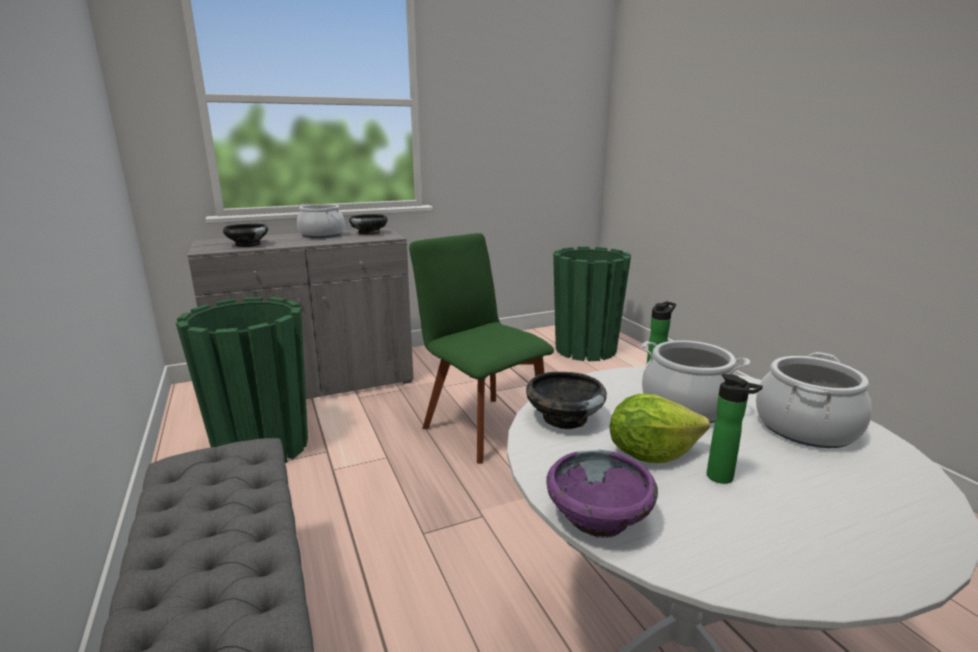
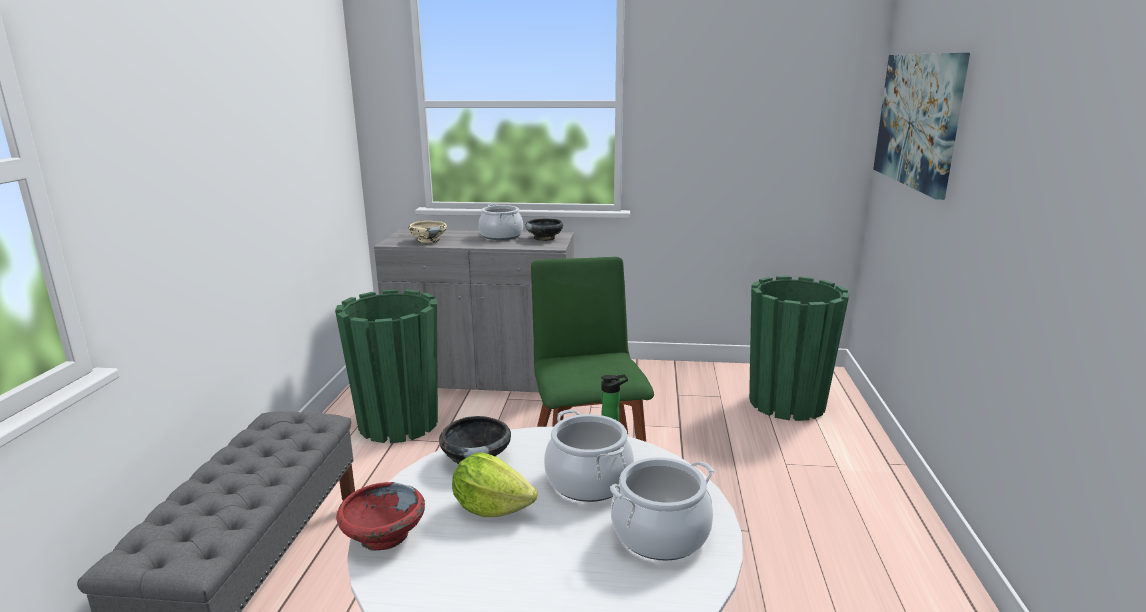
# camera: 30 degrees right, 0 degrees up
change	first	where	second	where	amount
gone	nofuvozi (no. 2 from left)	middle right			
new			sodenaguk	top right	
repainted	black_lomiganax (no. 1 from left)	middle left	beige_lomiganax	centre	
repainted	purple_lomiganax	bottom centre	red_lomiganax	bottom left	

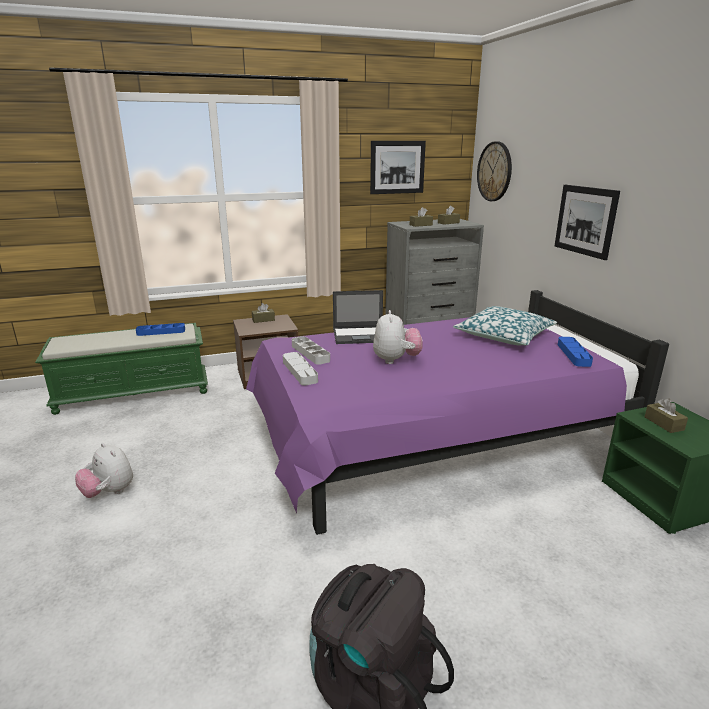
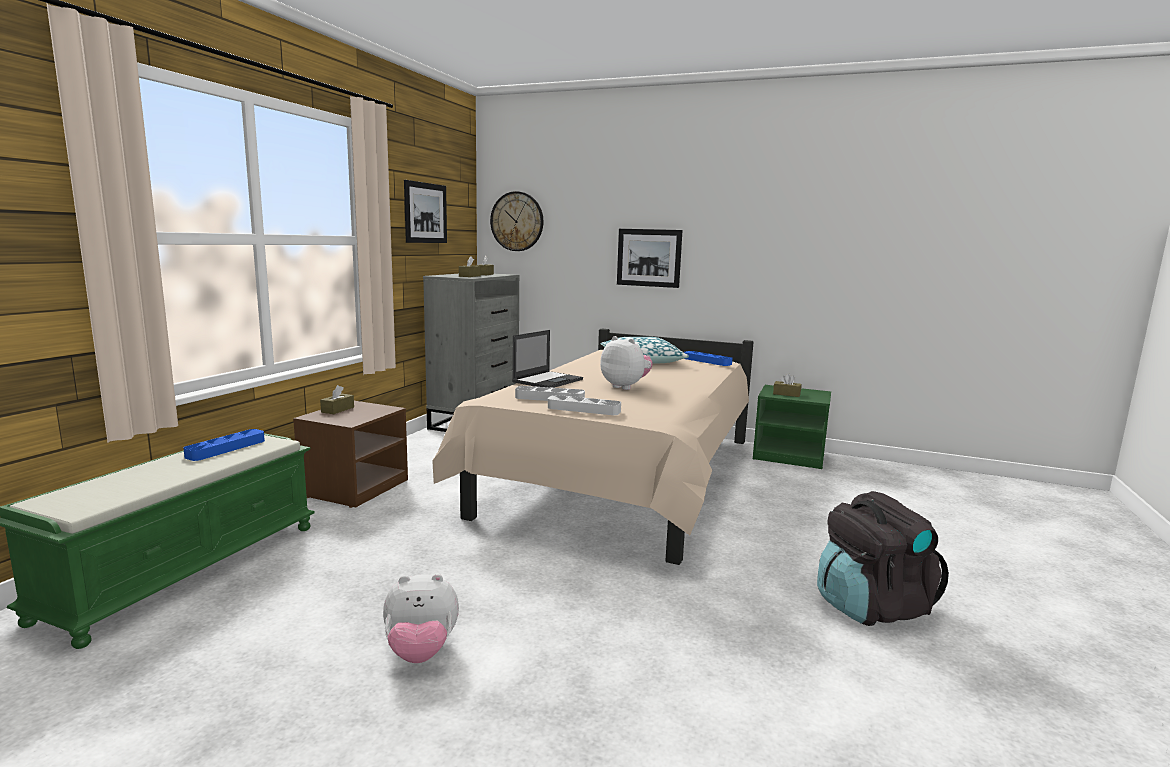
# camera: 50 degrees left, 10 degrees down
change	first	where	second	where	amount
repainted	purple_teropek	centre	beige_teropek	centre	

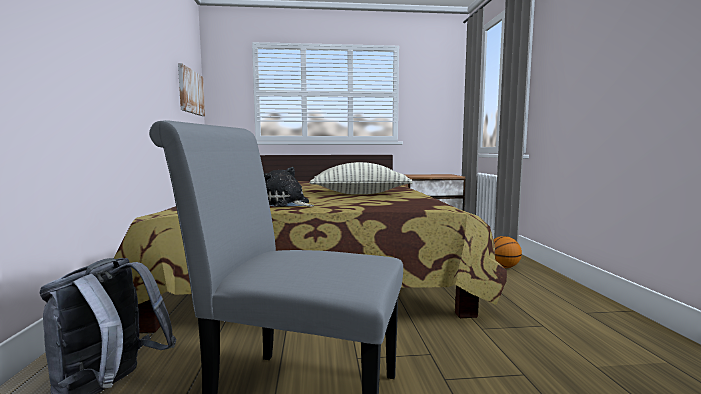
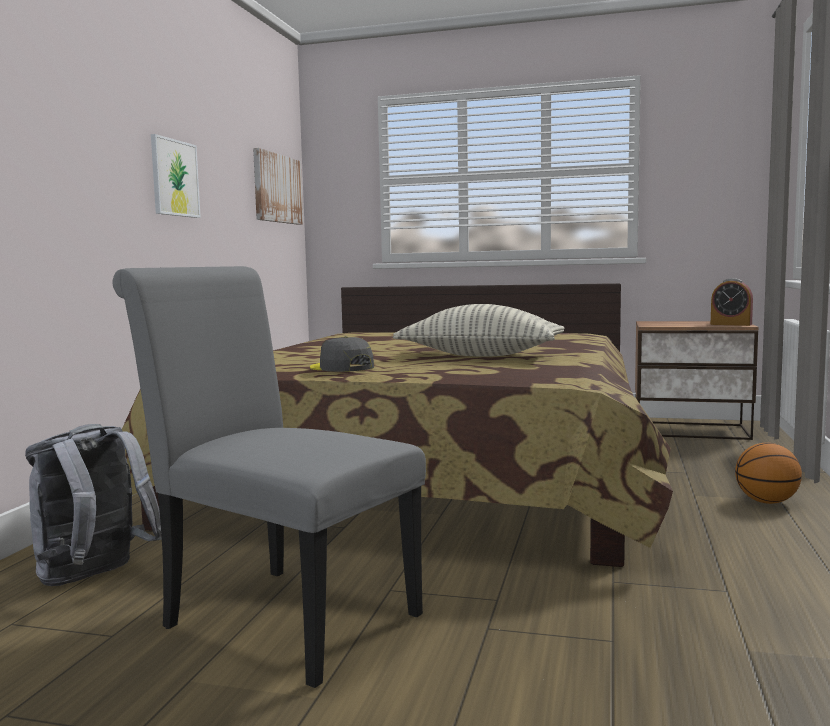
# camera: 20 degrees right, 0 degrees up
change	first	where	second	where	amount
new			sodenaguk (no. 1 from left)	top left	
new			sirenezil	middle right	
swapped	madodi	centre	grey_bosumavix	centre	

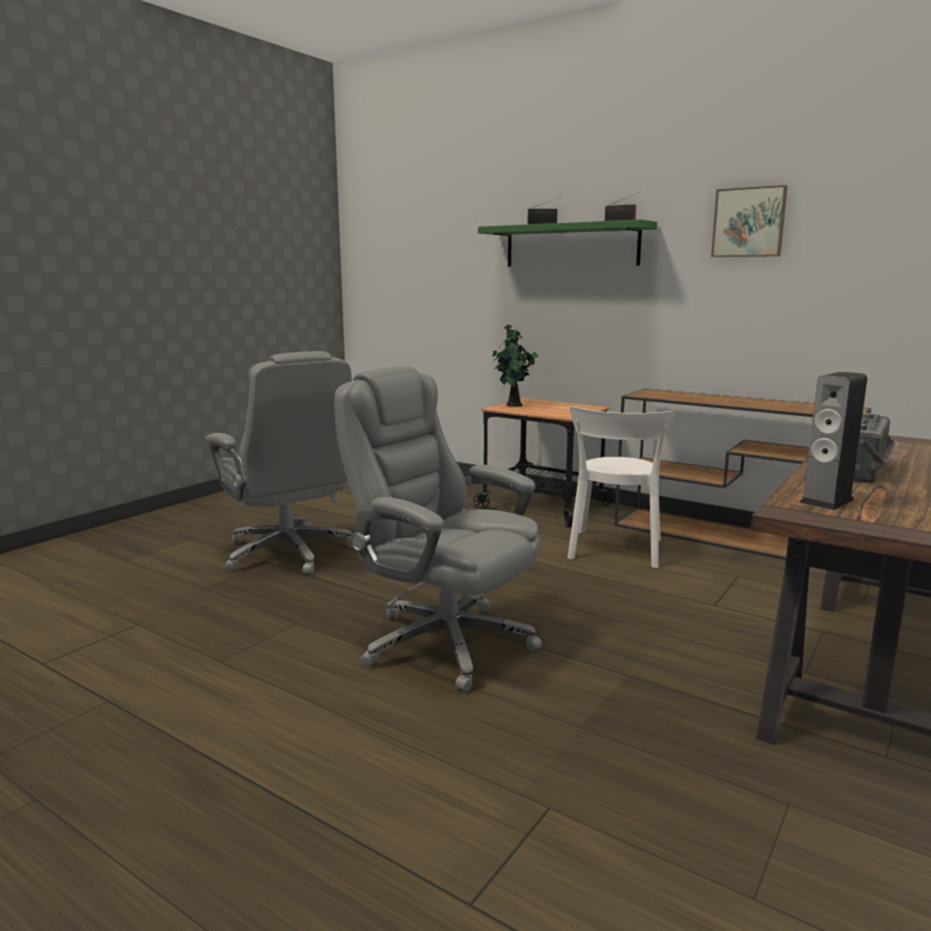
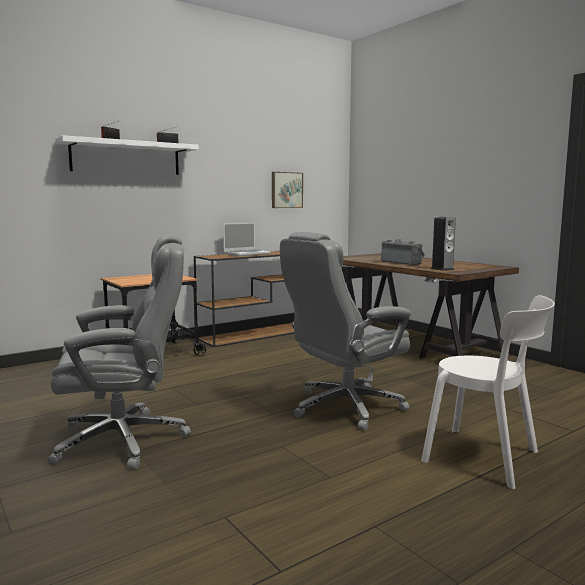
# camera: 70 degrees left, 5 degrees down
change	first	where	second	where	amount
gone	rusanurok	centre			
new			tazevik	centre	
shifted	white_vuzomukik	middle right		bottom right	
shifted	sodenaguk	top right		top centre	
repainted	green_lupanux	top centre	white_lupanux	top left	

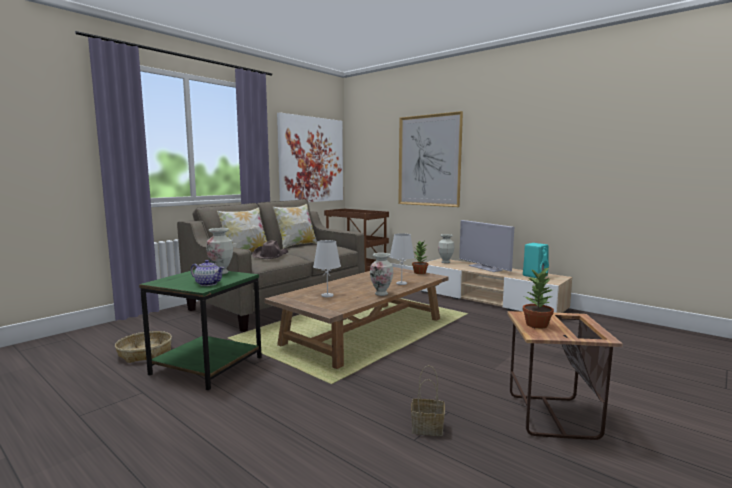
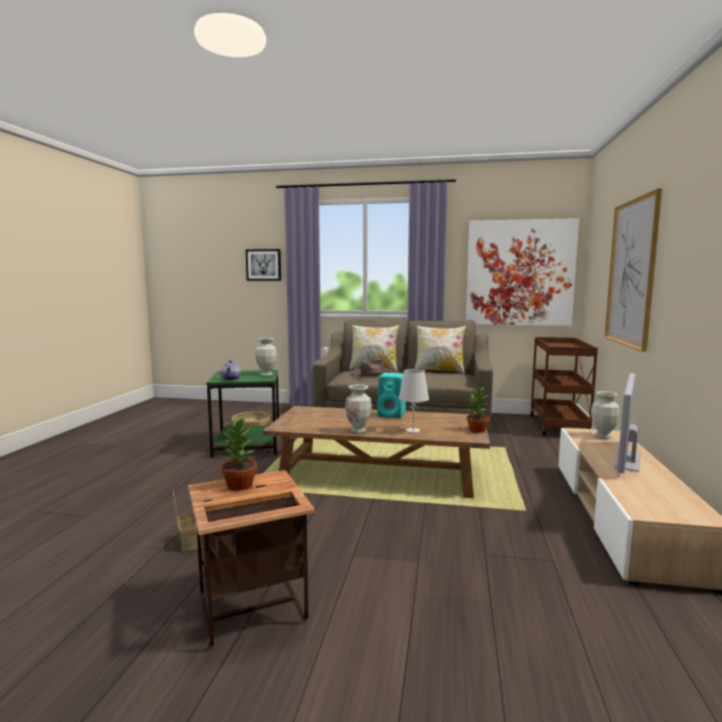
# camera: 60 degrees right, 0 degrees up
change	first	where	second	where	amount
gone	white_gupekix (no. 1 from left)	centre			
new			sodenaguk (no. 1 from left)	centre	
shifted	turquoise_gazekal	middle right		centre	

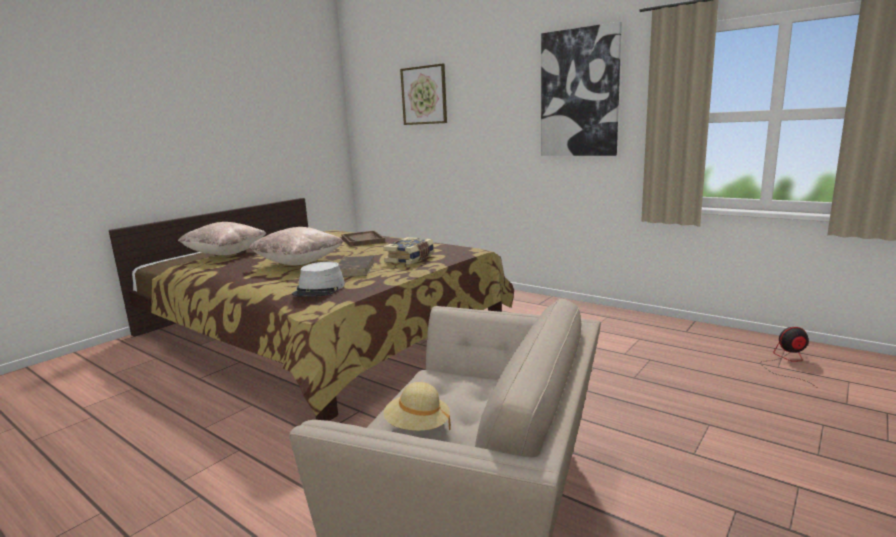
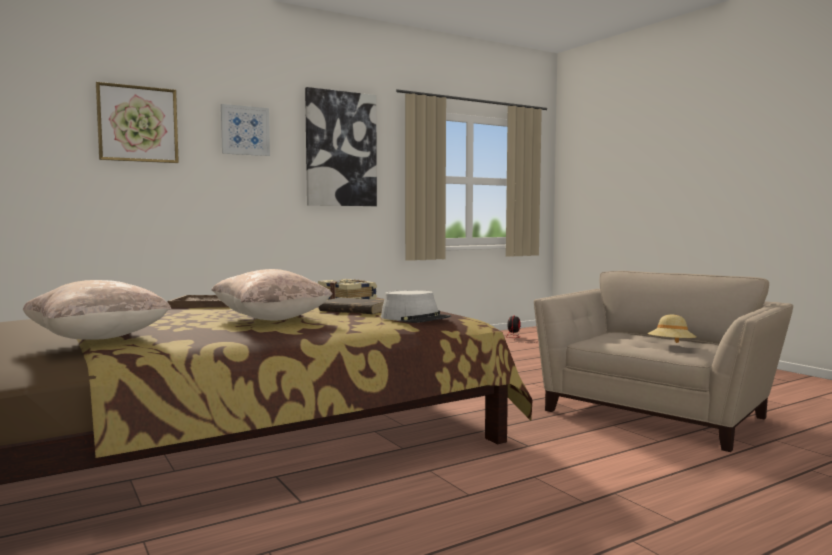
# camera: 70 degrees left, 10 degrees down
change	first	where	second	where	amount
new			sodenaguk (no. 2 from left)	top left	

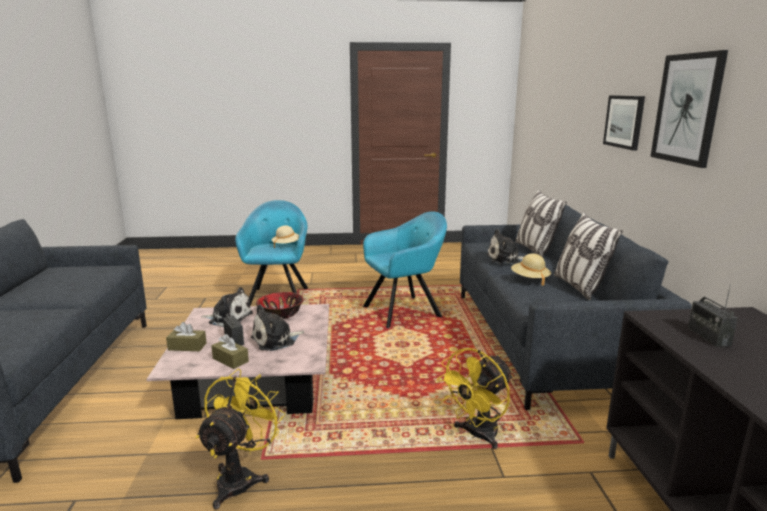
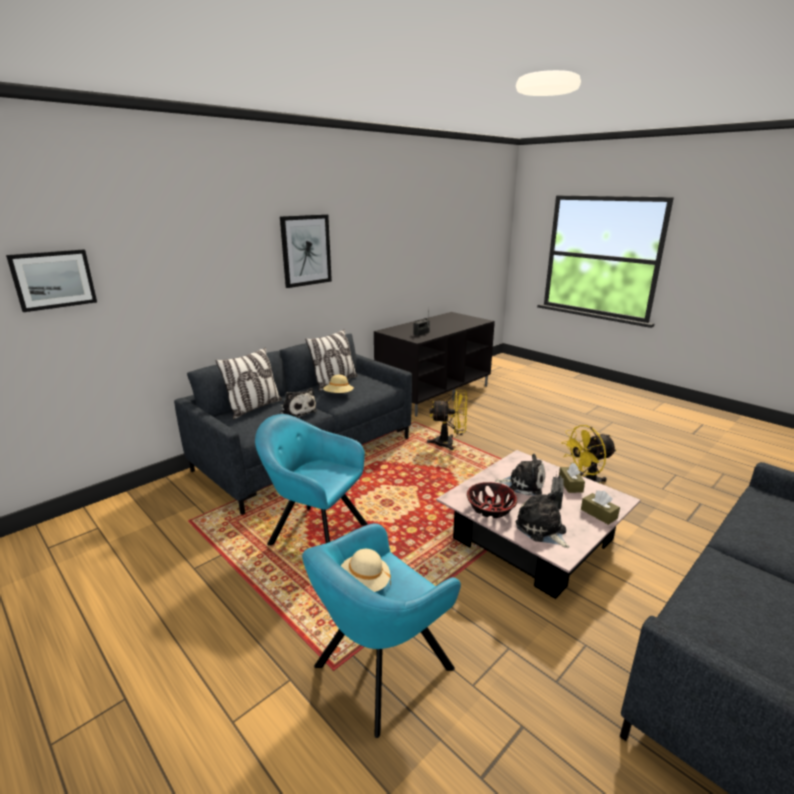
# camera: 130 degrees left, 5 degrees up
change	first	where	second	where	amount
shifted	sodenaguk (no. 1 from left)	top right		middle left	

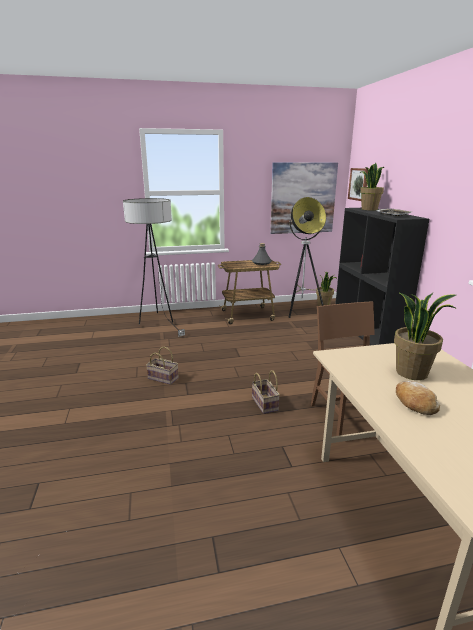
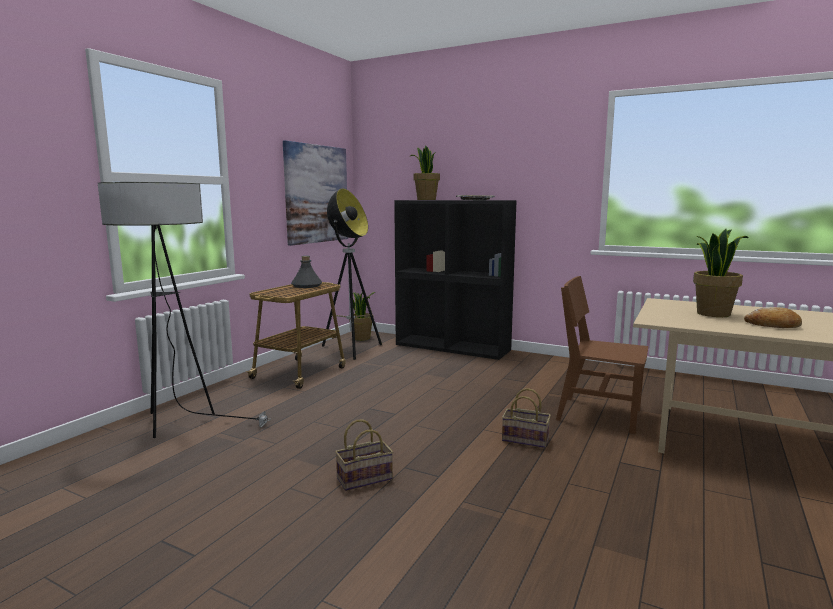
# camera: 50 degrees left, 10 degrees down
change	first	where	second	where	amount
gone	sodenaguk (no. 2 from left)	top right			

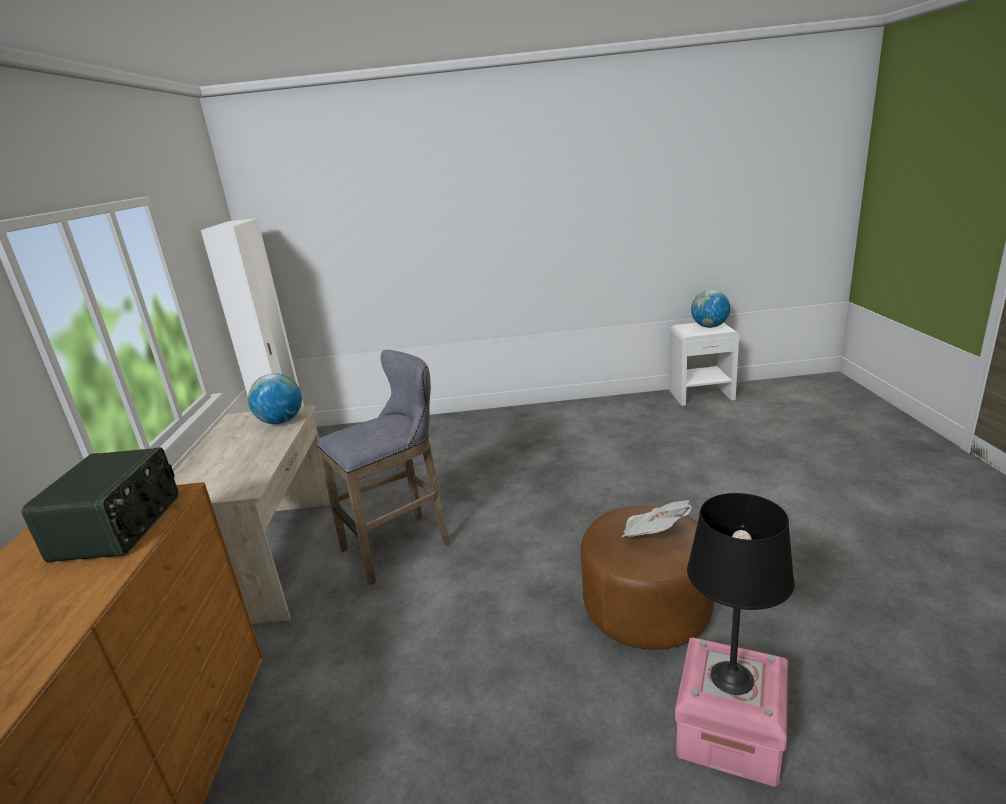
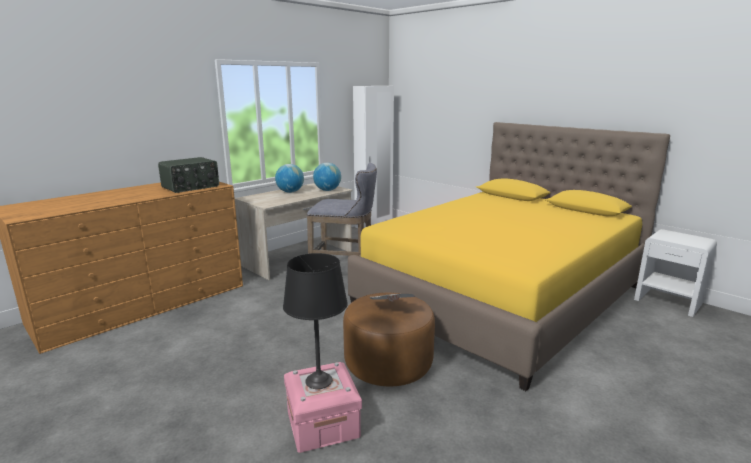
# camera: 45 degrees right, 5 degrees down
change	first	where	second	where	amount
new			yellow_teropek	middle right	
shifted	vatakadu (no. 2 from left in the first image)	middle right	vatakadu (no. 1 from left)	centre	

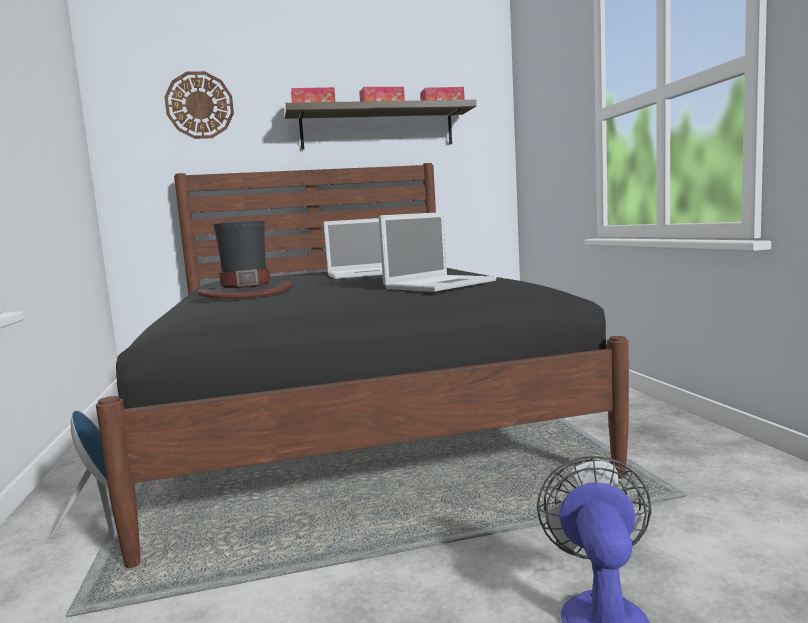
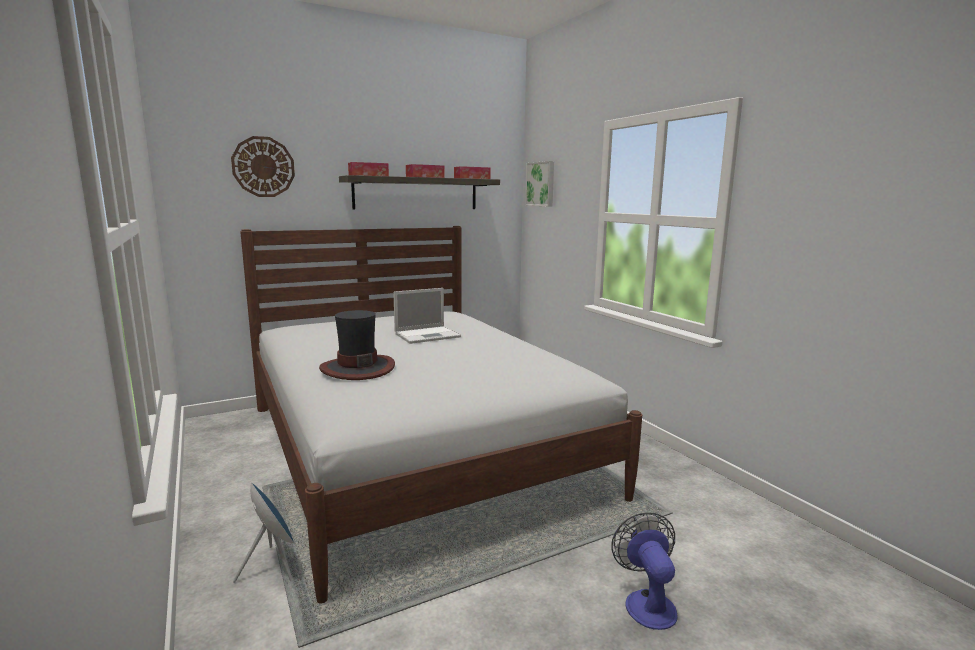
# camera: 15 degrees left, 5 degrees up
change	first	where	second	where	amount
gone	tazevik (no. 2 from left)	centre			
new			sodenaguk	top centre	
repainted	black_teropek	centre	white_teropek	centre	

